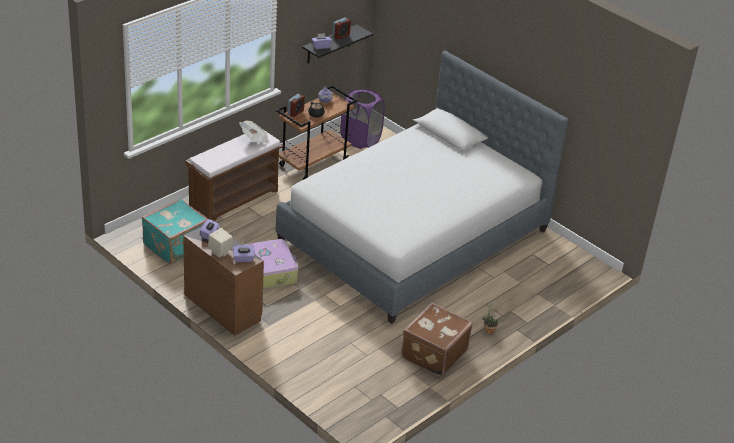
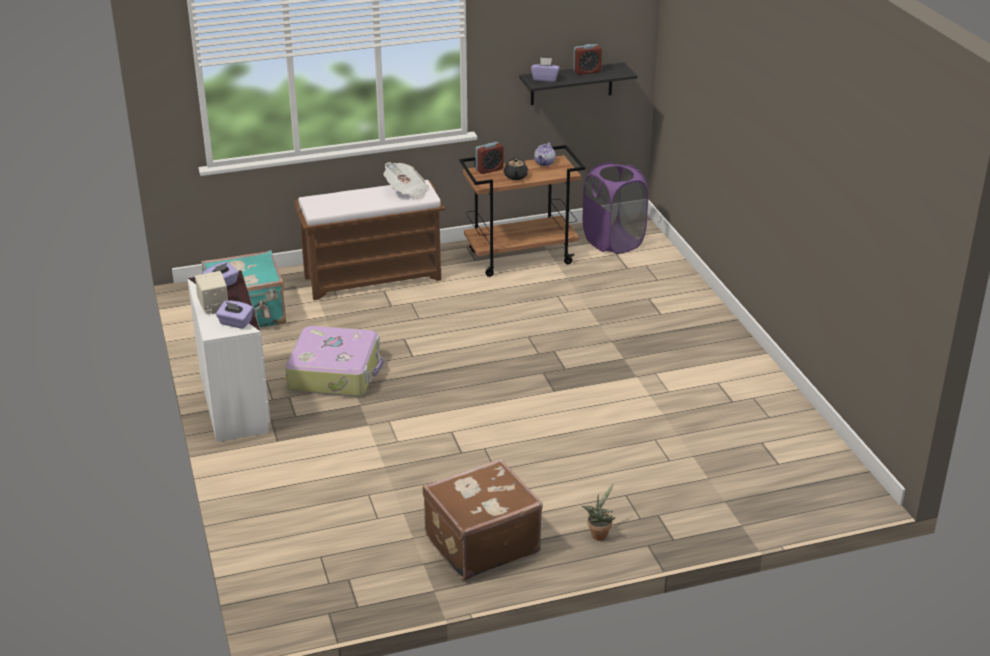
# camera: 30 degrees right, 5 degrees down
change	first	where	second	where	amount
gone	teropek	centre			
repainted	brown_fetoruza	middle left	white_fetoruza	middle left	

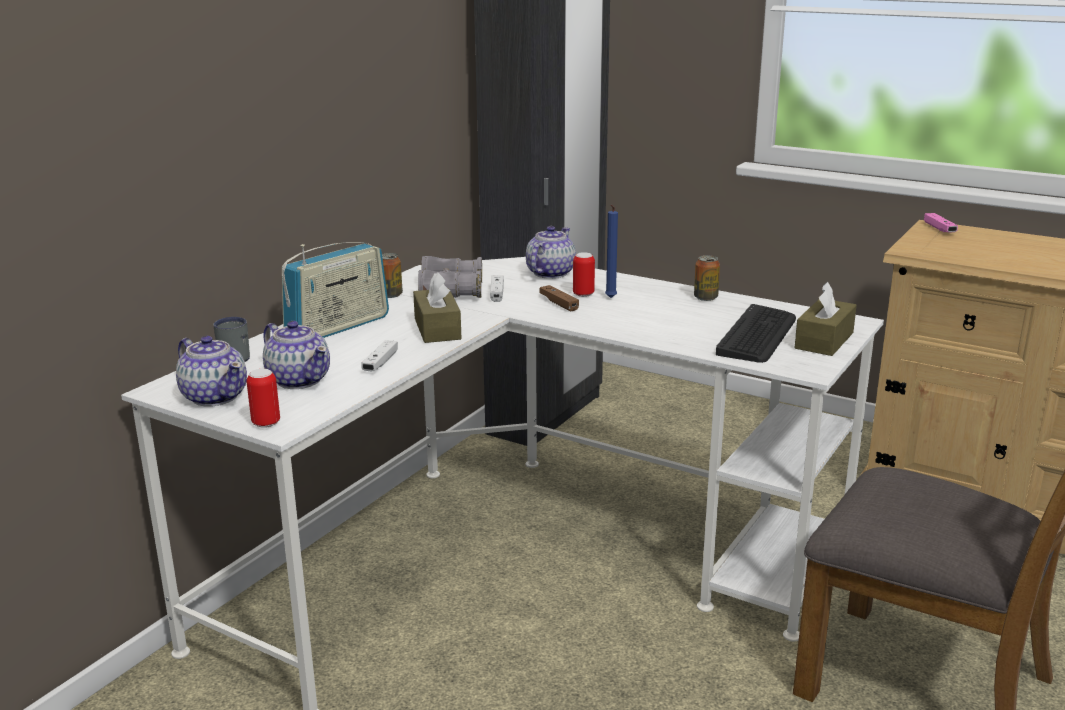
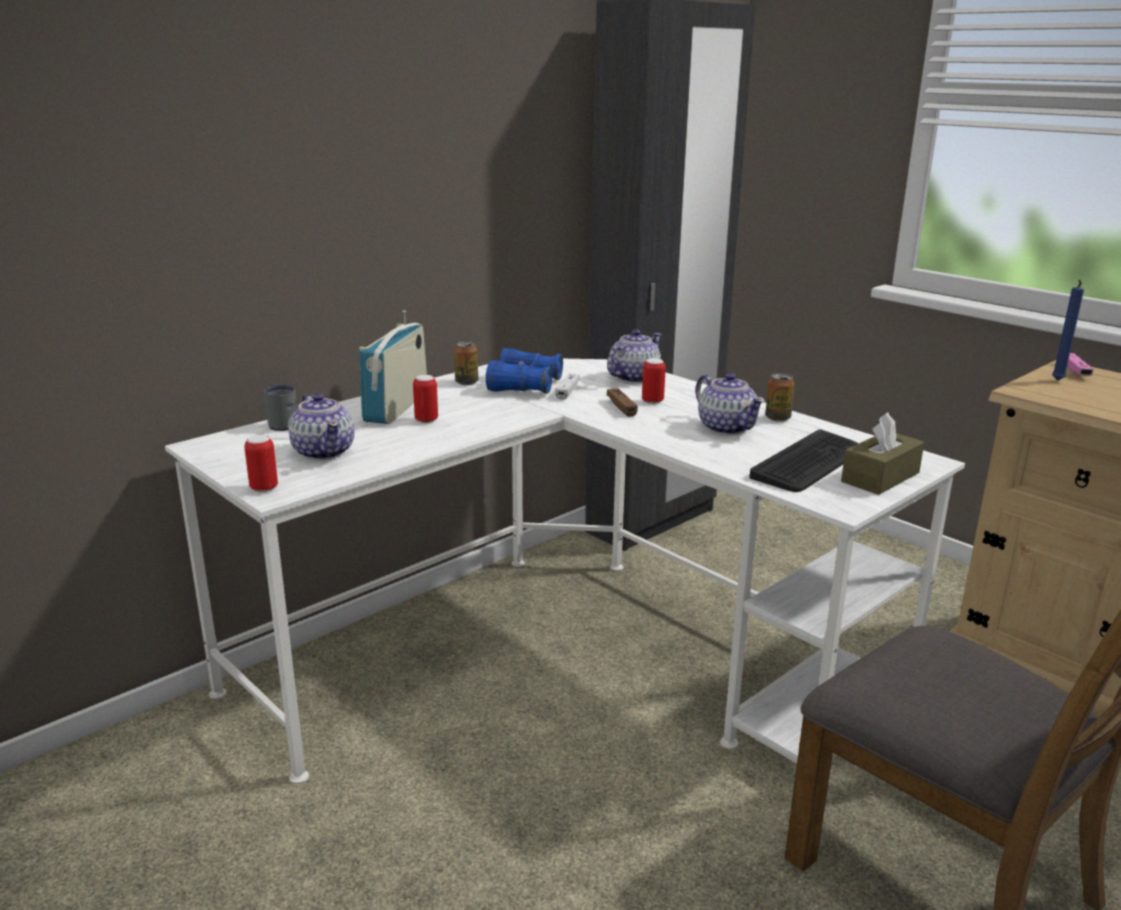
# camera: 15 degrees right, 0 degrees up
change	first	where	second	where	amount
gone	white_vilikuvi (no. 1 from left)	centre			
gone	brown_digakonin (no. 1 from left)	centre			
new			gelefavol (no. 2 from left)	centre	
shifted	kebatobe (no. 1 from left in the first image)	middle left	kebatobe (no. 3 from left)	centre	
shifted	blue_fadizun	centre		middle right	
repainted	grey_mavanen	centre	blue_mavanen	centre	
rotated	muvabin	middle left		centre	135 degrees clockwise

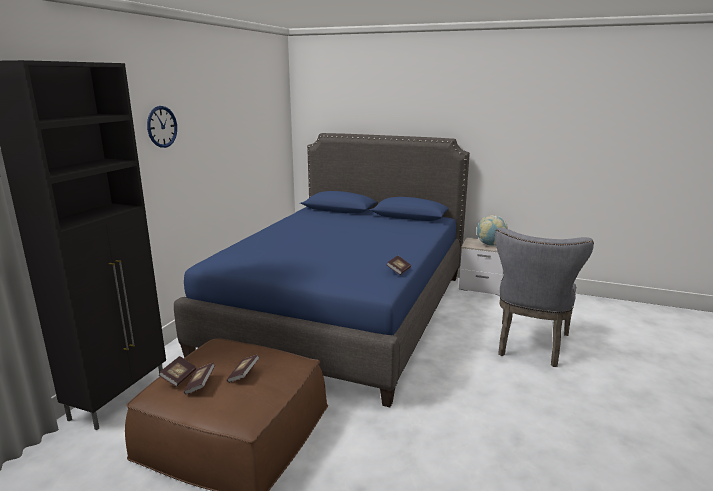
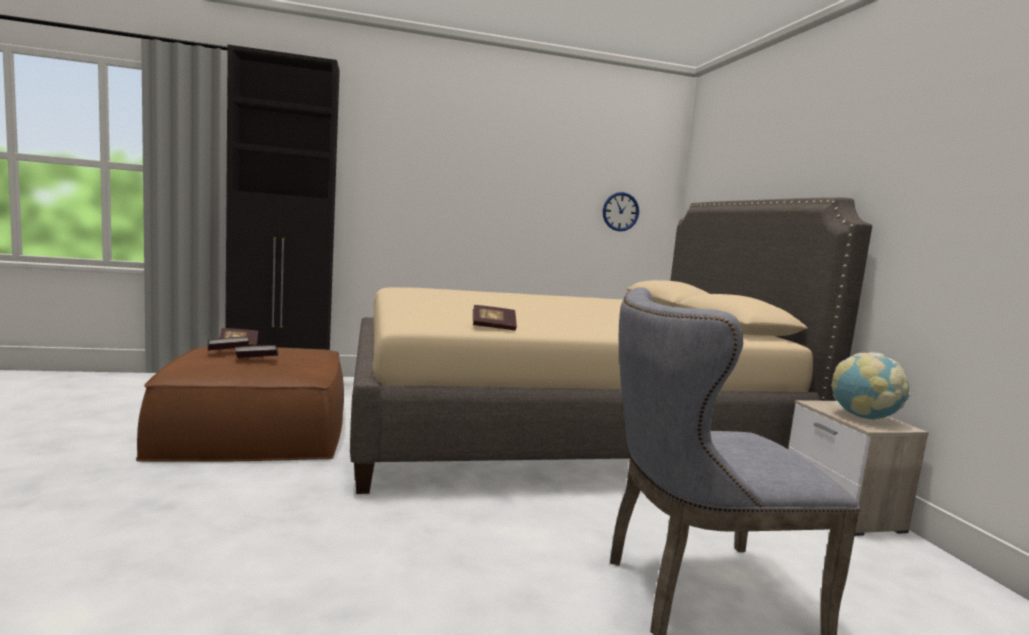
# camera: 55 degrees right, 10 degrees down
change	first	where	second	where	amount
shifted	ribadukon	top left		top centre	
repainted	blue_teropek	centre	beige_teropek	centre	

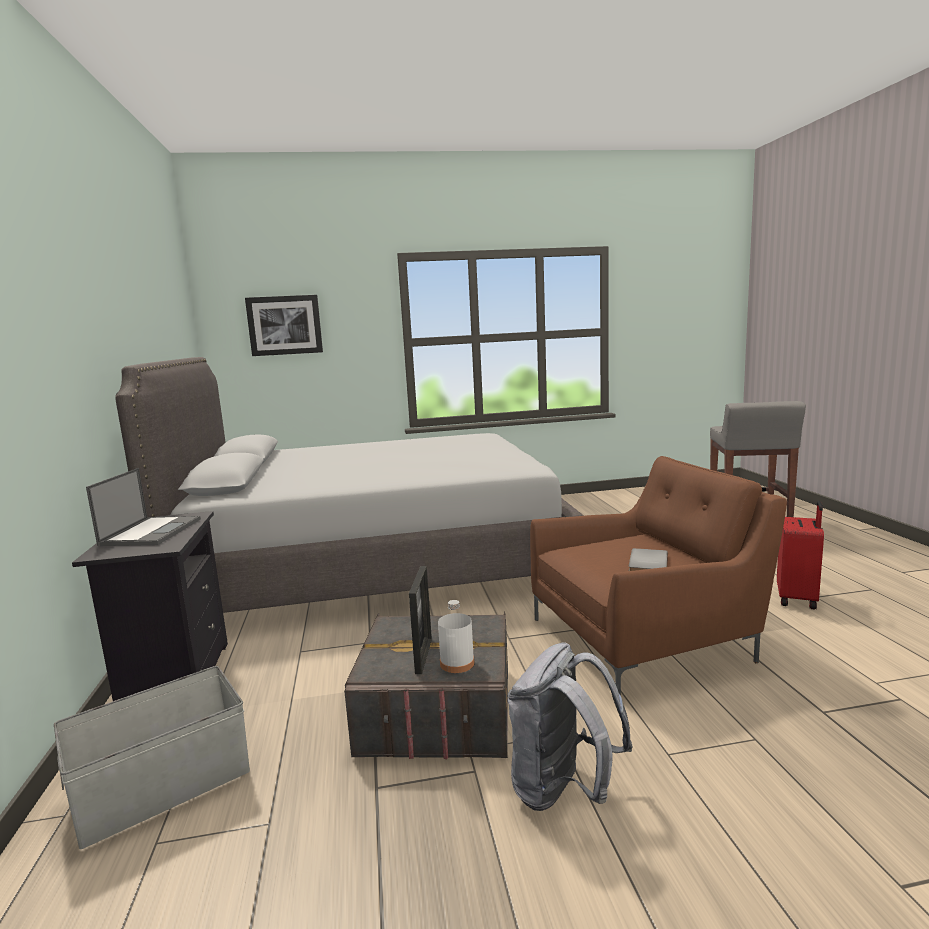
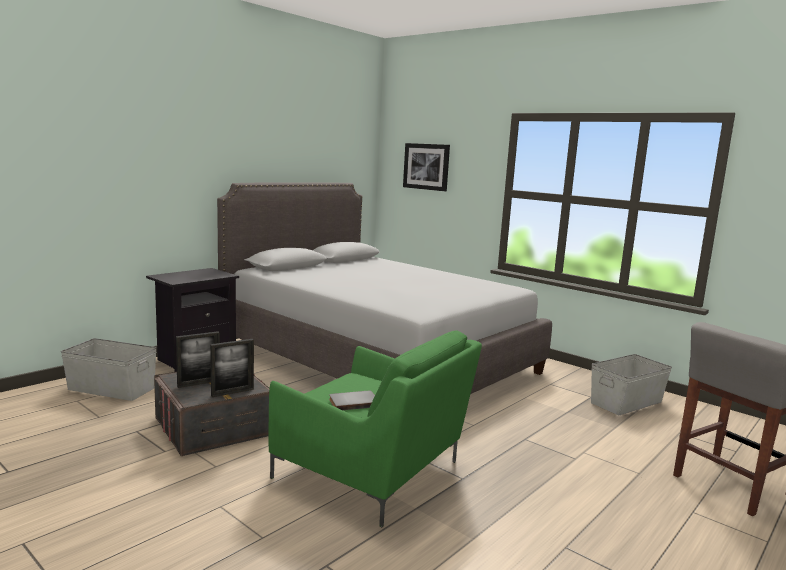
# camera: 50 degrees right, 0 degrees up
change	first	where	second	where	amount
gone	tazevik	middle left			
gone	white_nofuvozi	bottom centre			
gone	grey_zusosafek	bottom centre			
gone	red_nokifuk	middle right			
new			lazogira (no. 2 from left)	middle left	
new			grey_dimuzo (no. 3 from left)	bottom right	
repainted	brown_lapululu	middle right	green_lapululu	bottom centre	

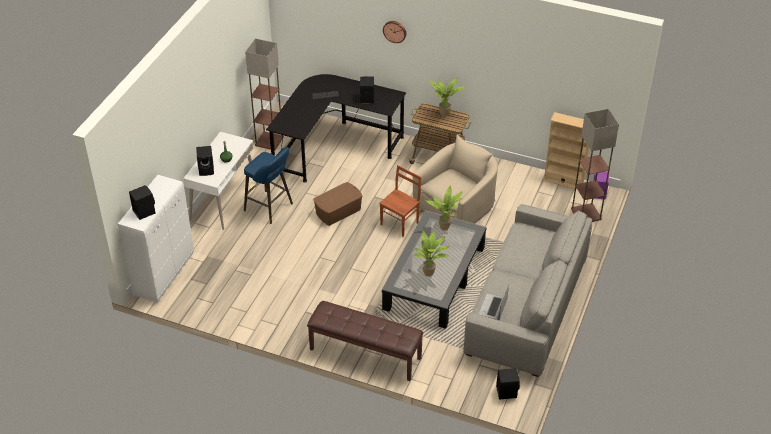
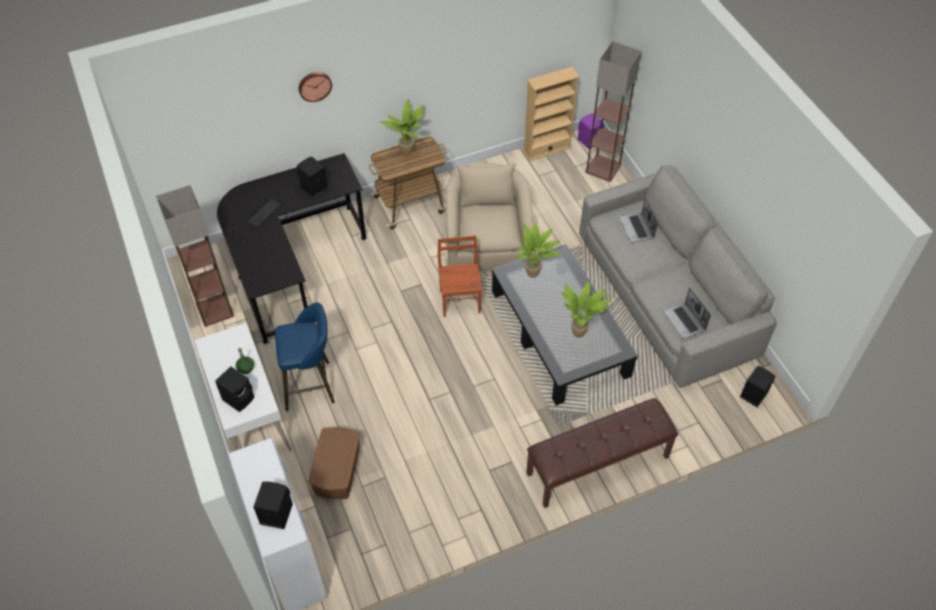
# camera: 45 degrees left, 10 degrees up
change	first	where	second	where	amount
new			tazevik (no. 1 from left)	middle right	
shifted	brown_dimuzo	centre		bottom centre	

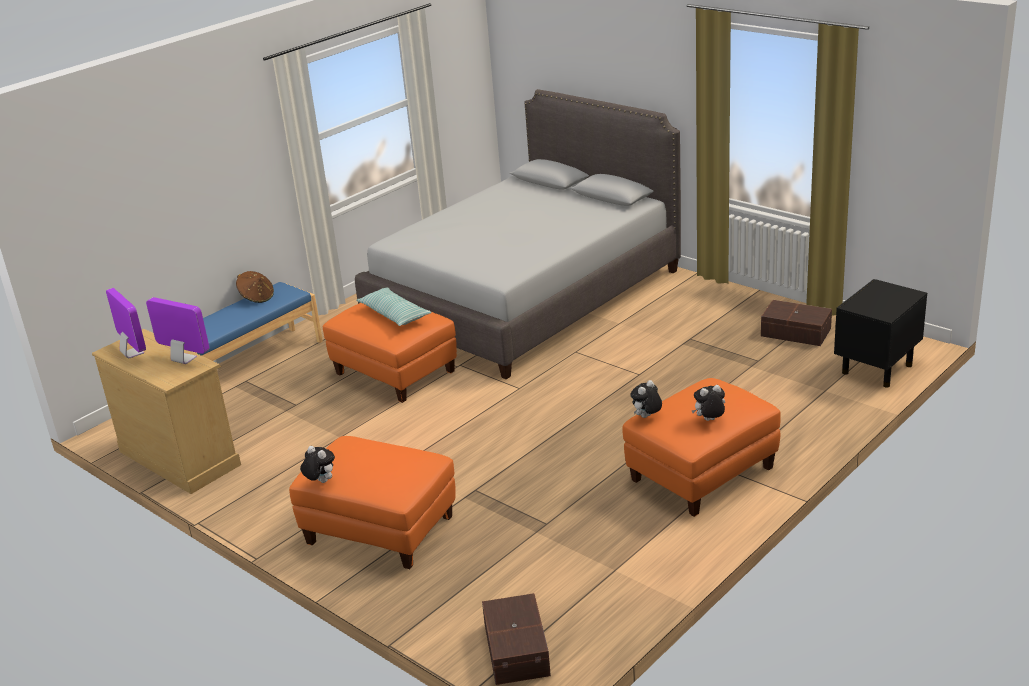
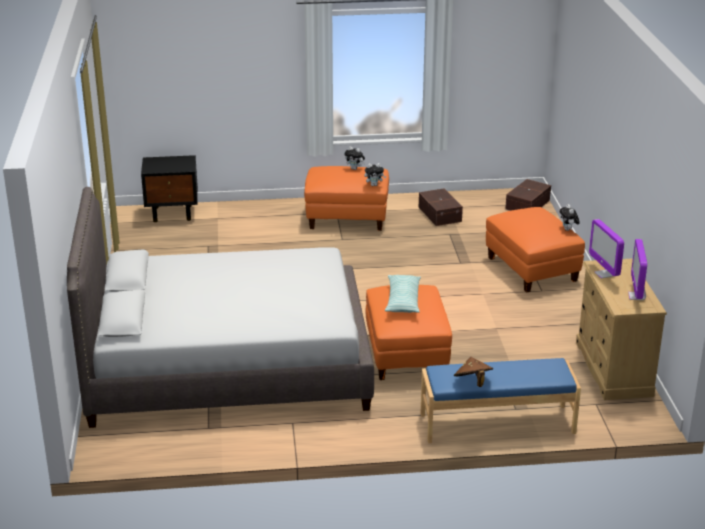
# camera: 140 degrees left, 0 degrees up
change	first	where	second	where	amount
shifted	brown_dimuzo (no. 2 from left in the first image)	middle right	brown_dimuzo (no. 1 from left)	centre	

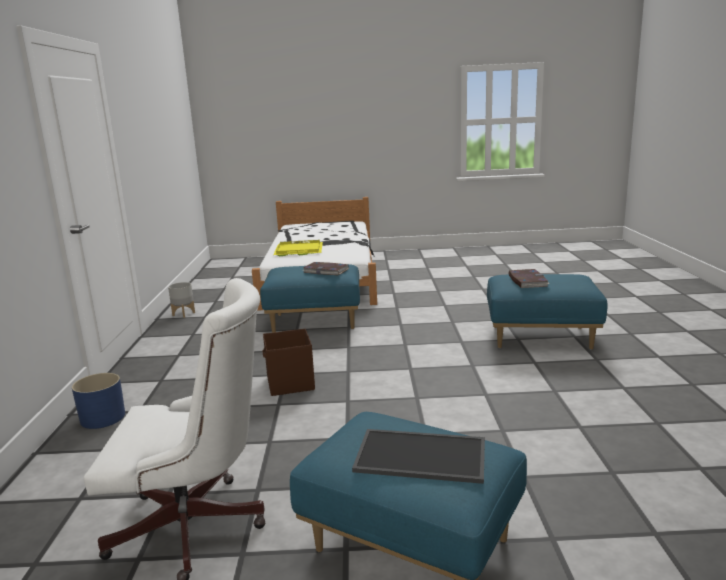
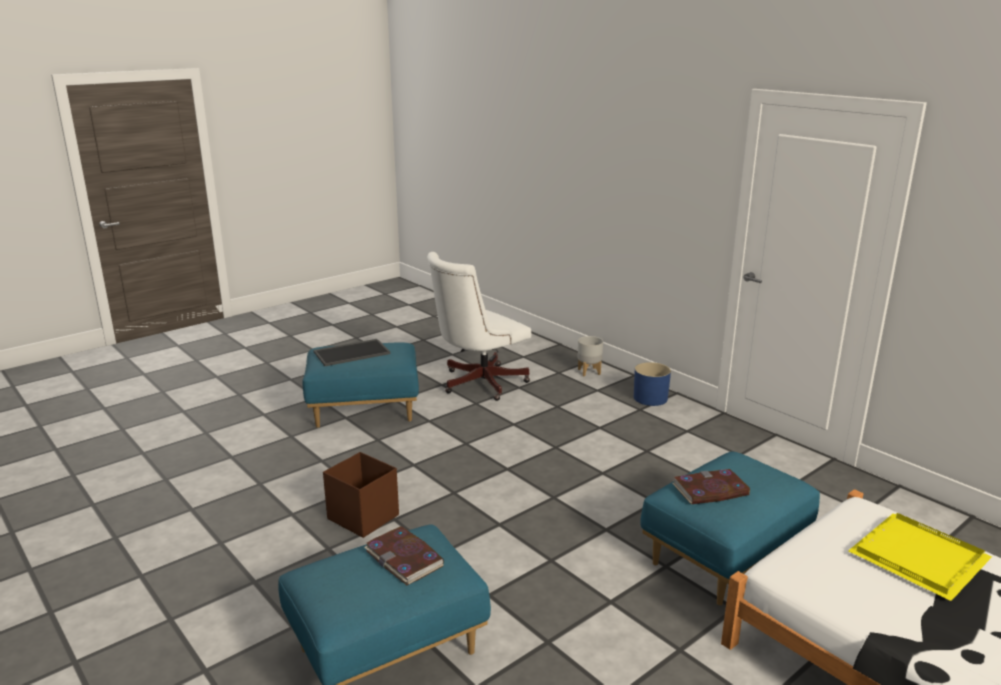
# camera: 140 degrees right, 5 degrees up
change	first	where	second	where	amount
shifted	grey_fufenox	middle left		centre	
shifted	brown_dimuzo	centre		bottom centre	

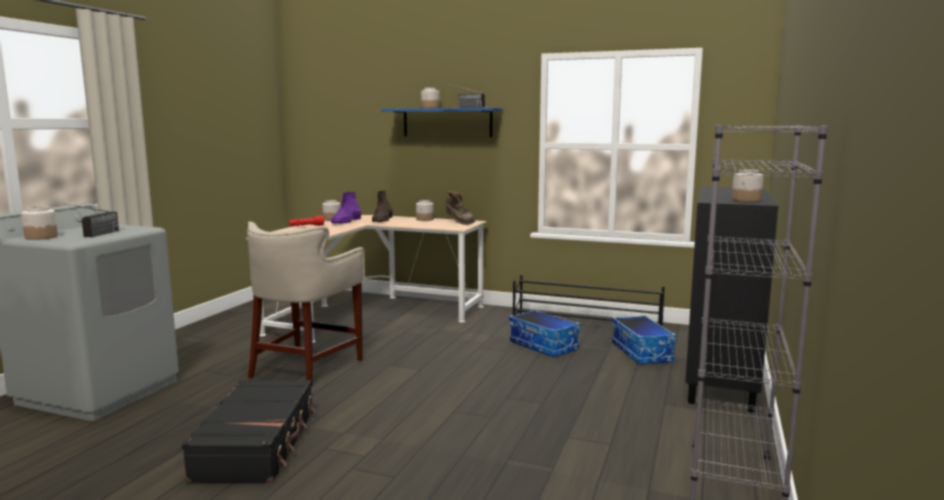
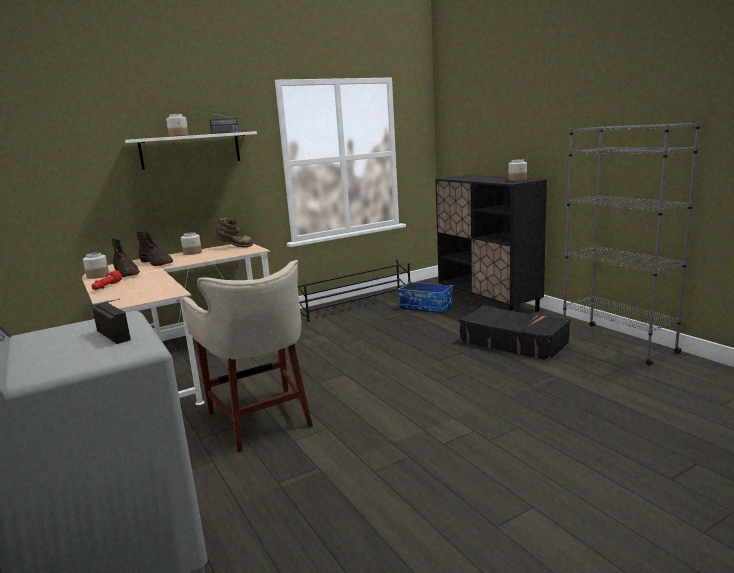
# camera: 50 degrees left, 5 degrees up
change	first	where	second	where	amount
gone	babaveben (no. 1 from left)	middle left			
gone	dimuzo (no. 1 from left)	centre			
shifted	black_nokifuk	bottom left		middle right	
repainted	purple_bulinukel	centre	brown_bulinukel (no. 1 from left)	middle left	
repainted	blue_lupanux	top centre	white_lupanux	top left	

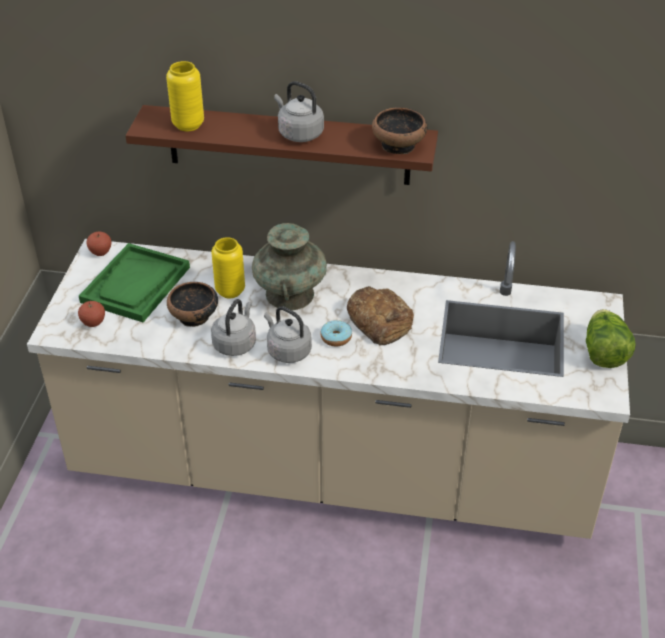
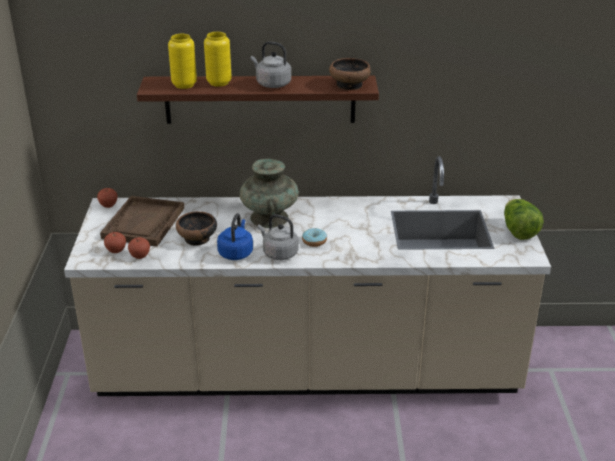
# camera: 10 degrees left, 10 degrees down
change	first	where	second	where	amount
gone	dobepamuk	centre			
new			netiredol (no. 3 from left)	middle left	
shifted	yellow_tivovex (no. 2 from left)	centre		top centre	
repainted	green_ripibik	middle left	brown_ripibik	middle left	
repainted	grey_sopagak (no. 1 from left)	centre	blue_sopagak	centre	

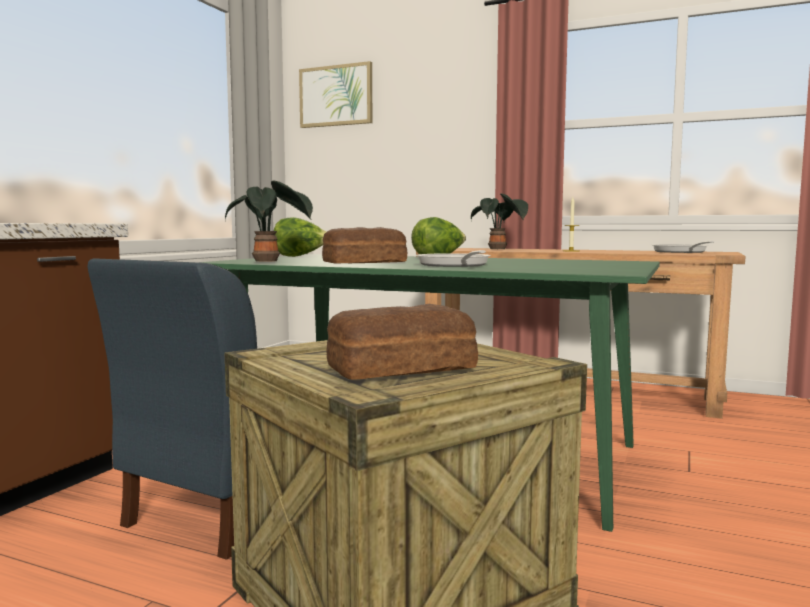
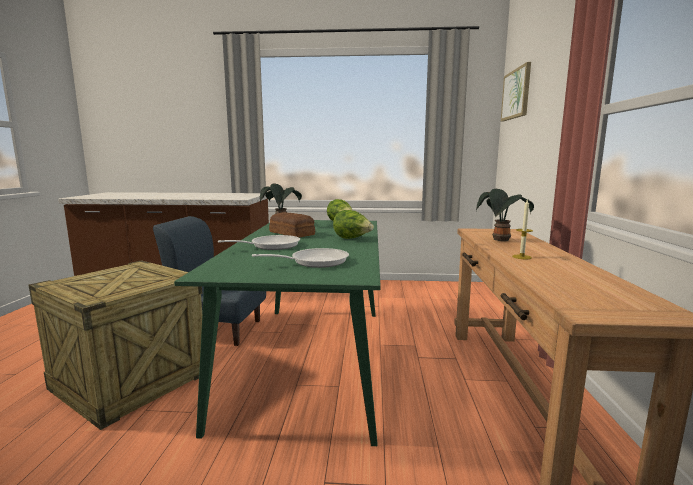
# camera: 70 degrees right, 5 degrees up
change	first	where	second	where	amount
gone	dobepamuk (no. 2 from left)	centre			
shifted	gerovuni (no. 2 from left)	middle right		centre	

